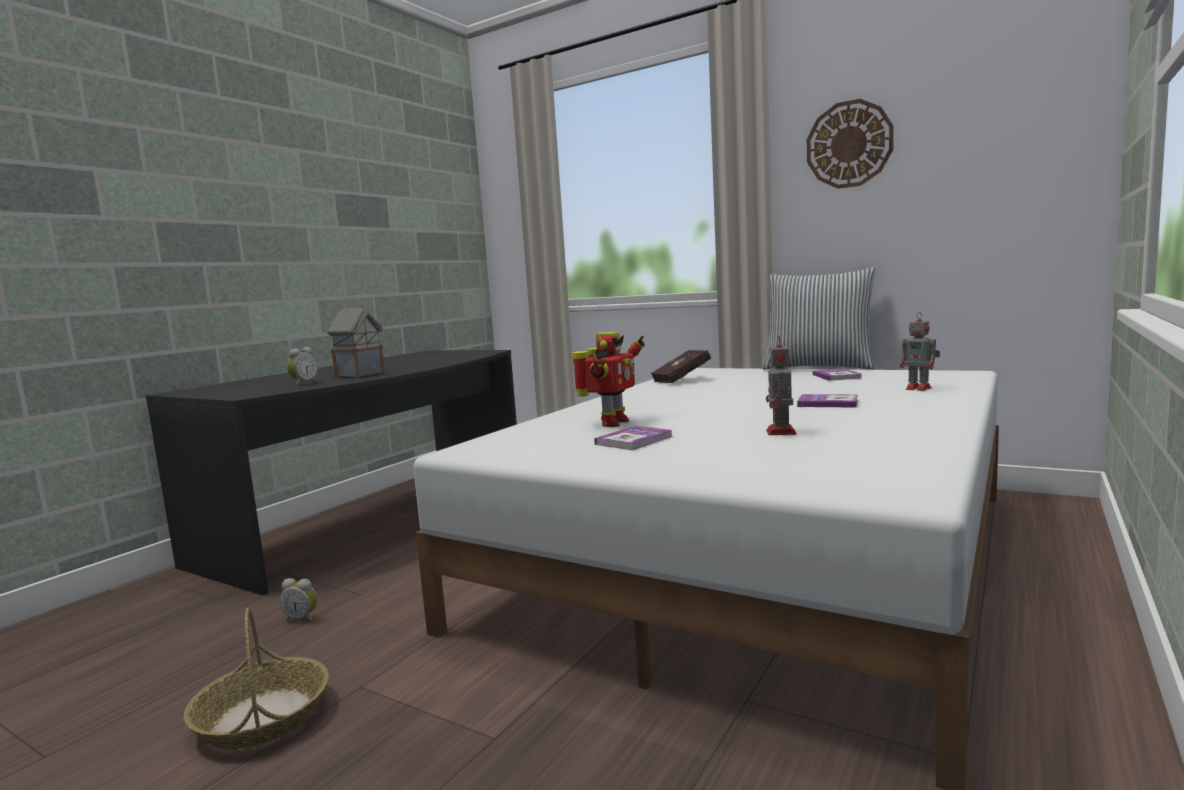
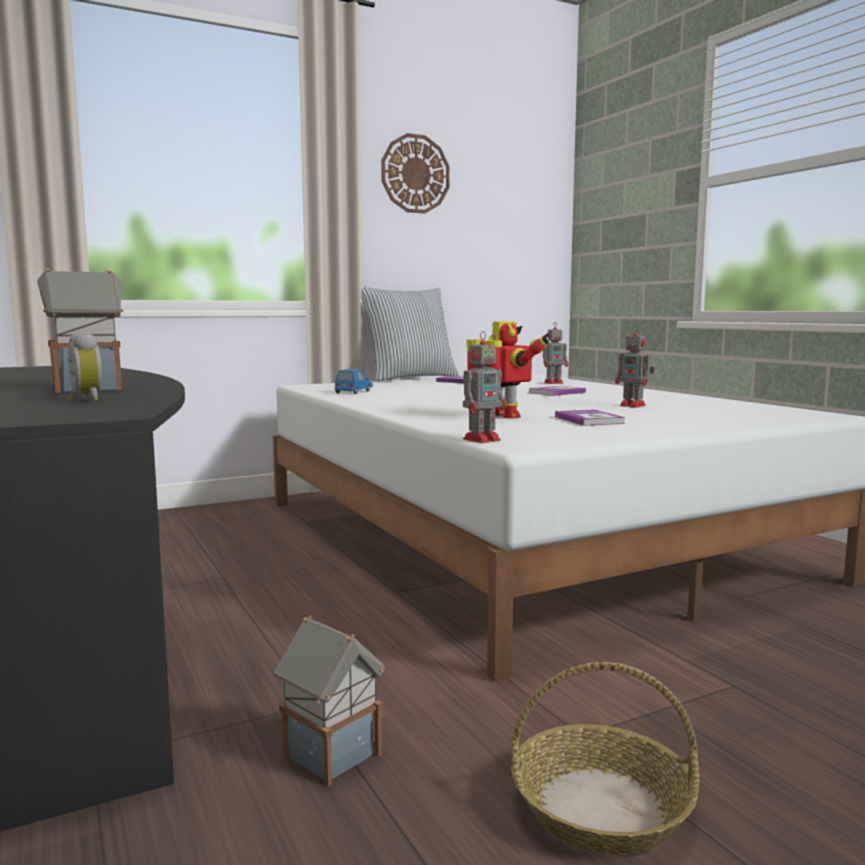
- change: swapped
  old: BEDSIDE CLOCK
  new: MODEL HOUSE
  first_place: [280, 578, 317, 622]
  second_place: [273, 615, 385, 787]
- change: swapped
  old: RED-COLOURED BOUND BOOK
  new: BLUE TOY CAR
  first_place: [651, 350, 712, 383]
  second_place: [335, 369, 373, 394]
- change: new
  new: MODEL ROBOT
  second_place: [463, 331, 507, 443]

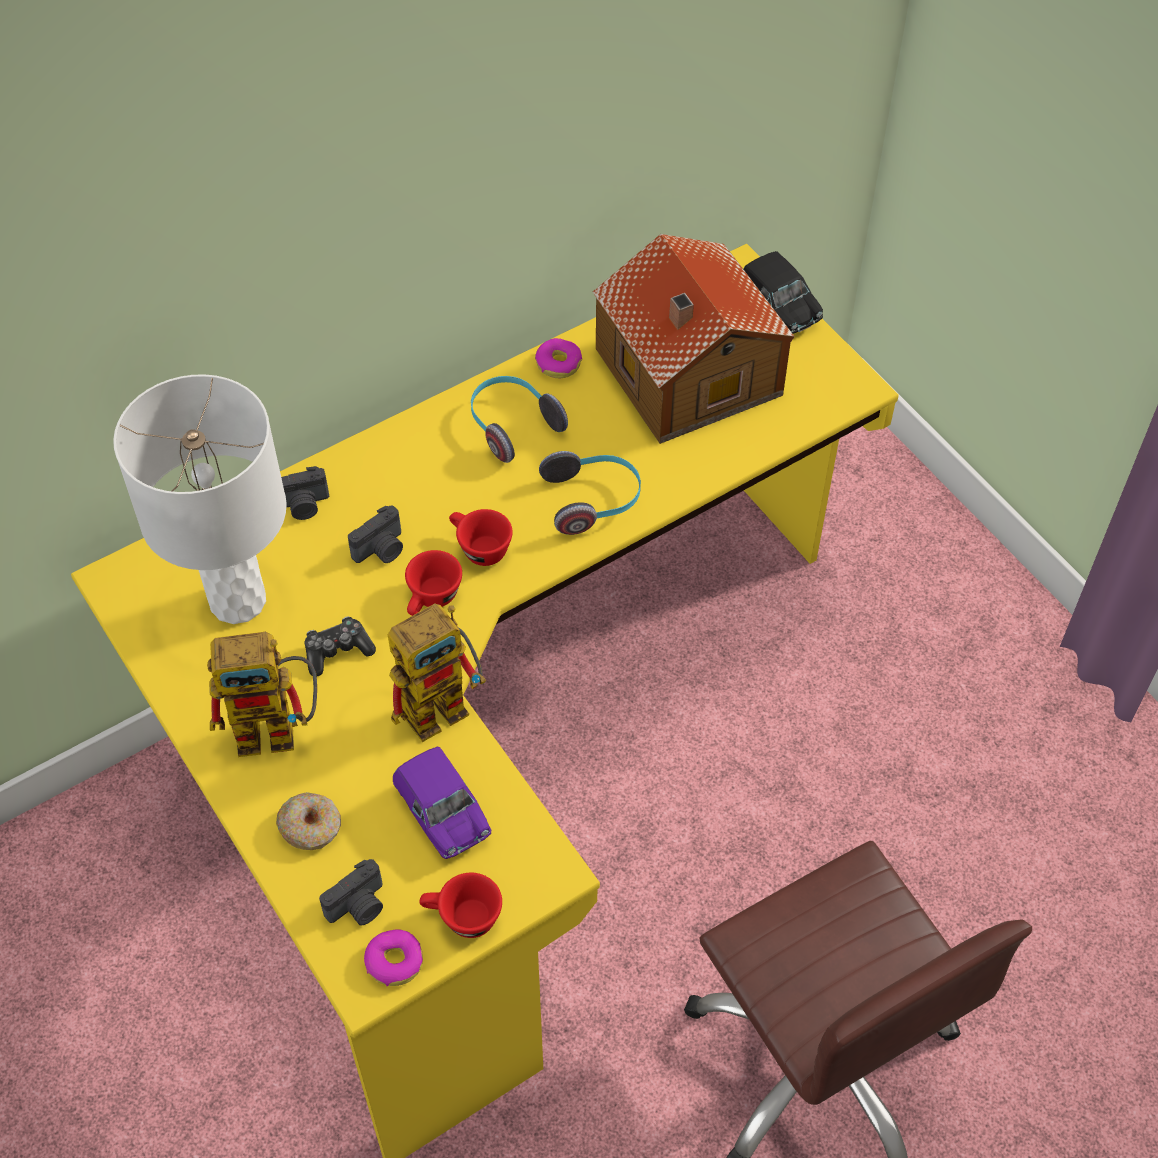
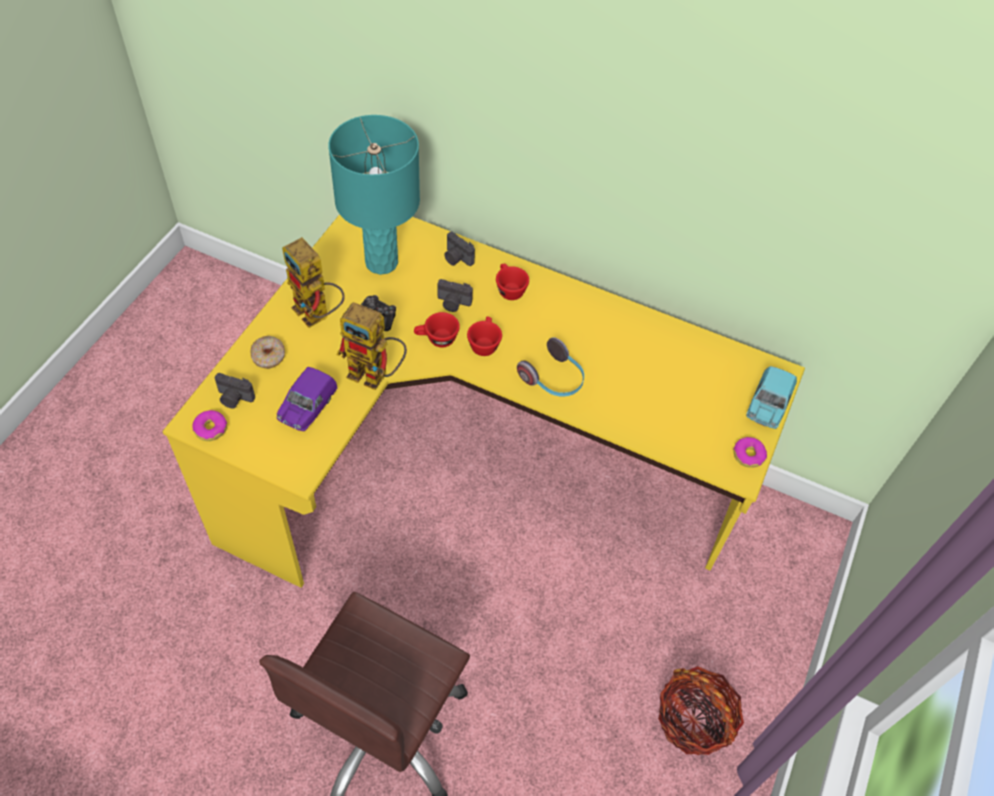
- change: repainted
  old: WHITE LAMP FOR A TABLE
  new: TURQUOISE LAMP FOR A TABLE
  first_place: [113, 374, 287, 624]
  second_place: [328, 115, 420, 275]
- change: shifted
  old: RED-COLOURED SMALL CUP
  first_place: [419, 873, 502, 938]
  second_place: [496, 264, 529, 300]
- change: new
  new: HOUSEHOLD BASKET
  second_place: [658, 666, 744, 755]
- change: shifted
  old: DOUGHNUT
  first_place: [535, 338, 582, 378]
  second_place: [733, 437, 767, 468]
- change: repainted
  old: BLACKISH TOY CAR
  new: TURQUOISE TOY CAR
  first_place: [743, 251, 823, 334]
  second_place: [746, 366, 797, 429]
- change: gone
  old: HEADSET
  first_place: [471, 376, 568, 463]
- change: gone
  old: MODEL HOUSE
  first_place: [593, 234, 795, 444]

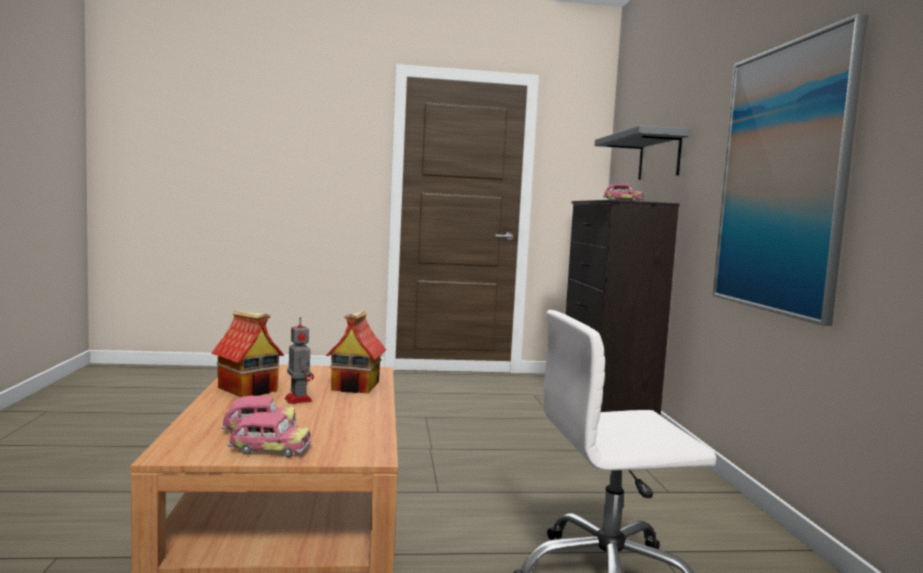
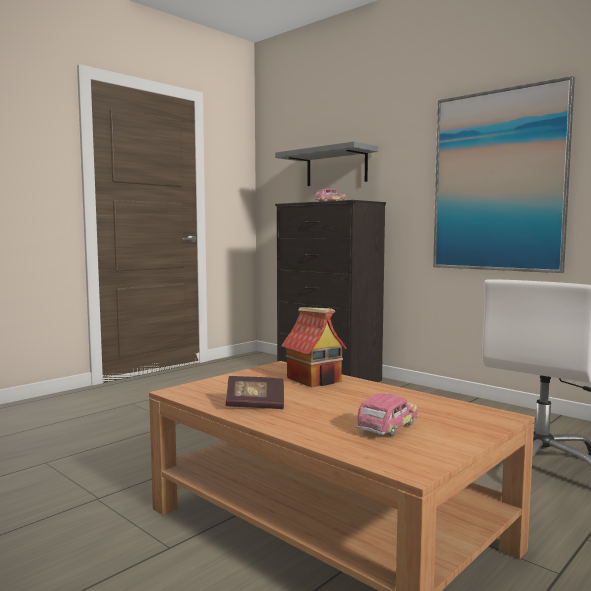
- change: swapped
  old: MODEL HOUSE
  new: BOUND BOOK
  first_place: [211, 311, 285, 397]
  second_place: [226, 376, 284, 409]
- change: gone
  old: TOY CAR
  first_place: [227, 412, 311, 457]
- change: gone
  old: MODEL ROBOT
  first_place: [285, 317, 314, 404]

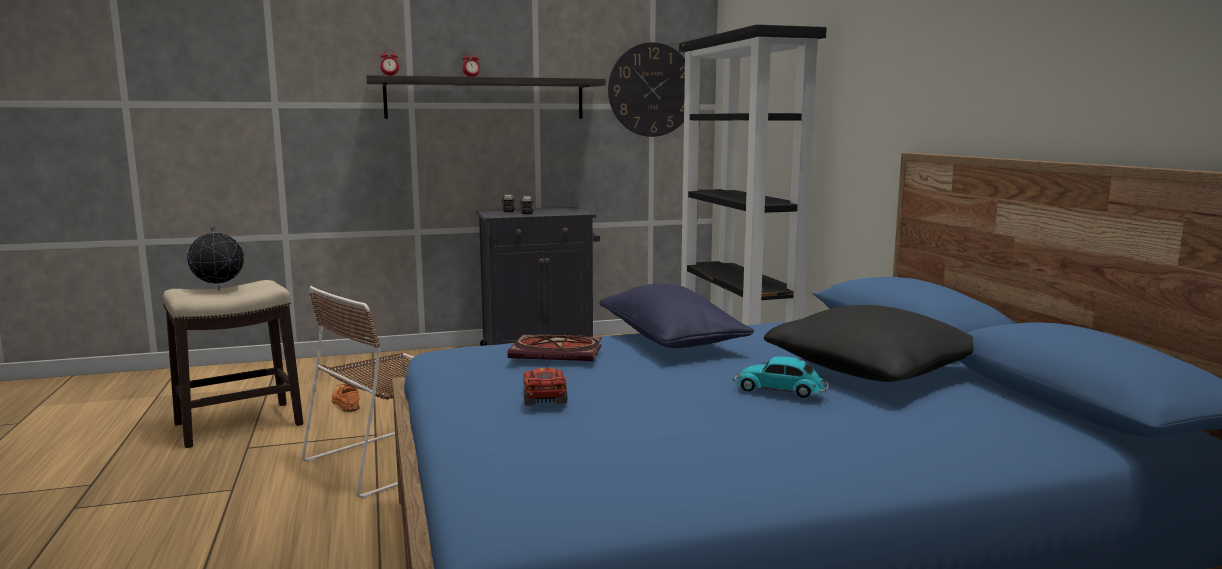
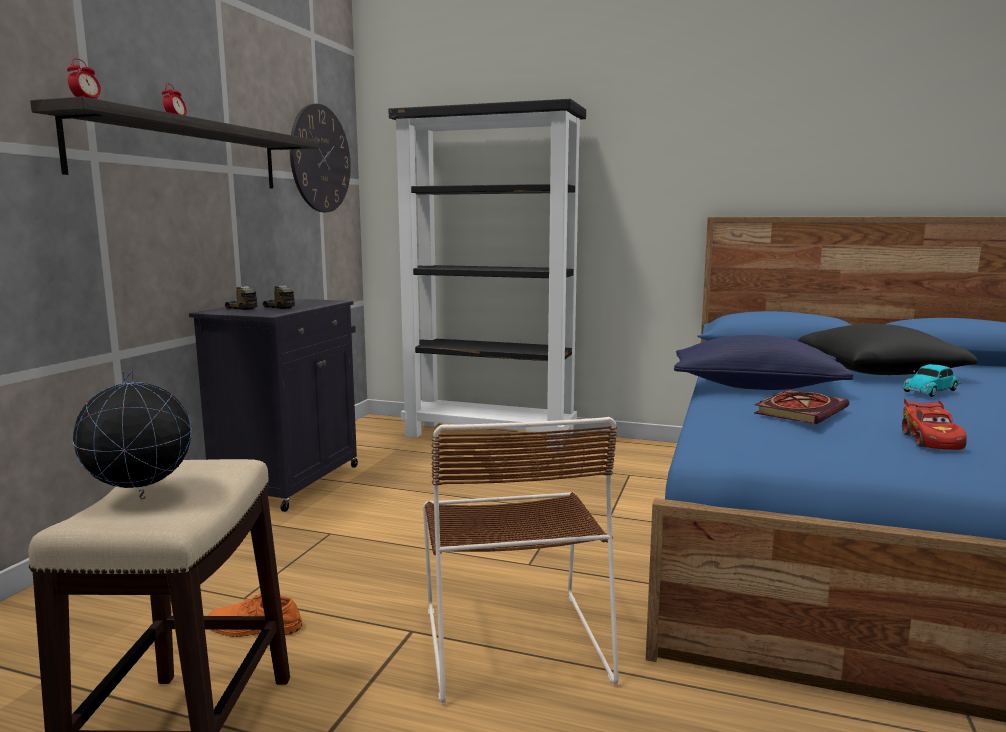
- change: rotated
  old: RED-COLOURED TOY CAR
  first_place: [523, 368, 567, 406]
  second_place: [902, 398, 967, 450]
  degrees: -105

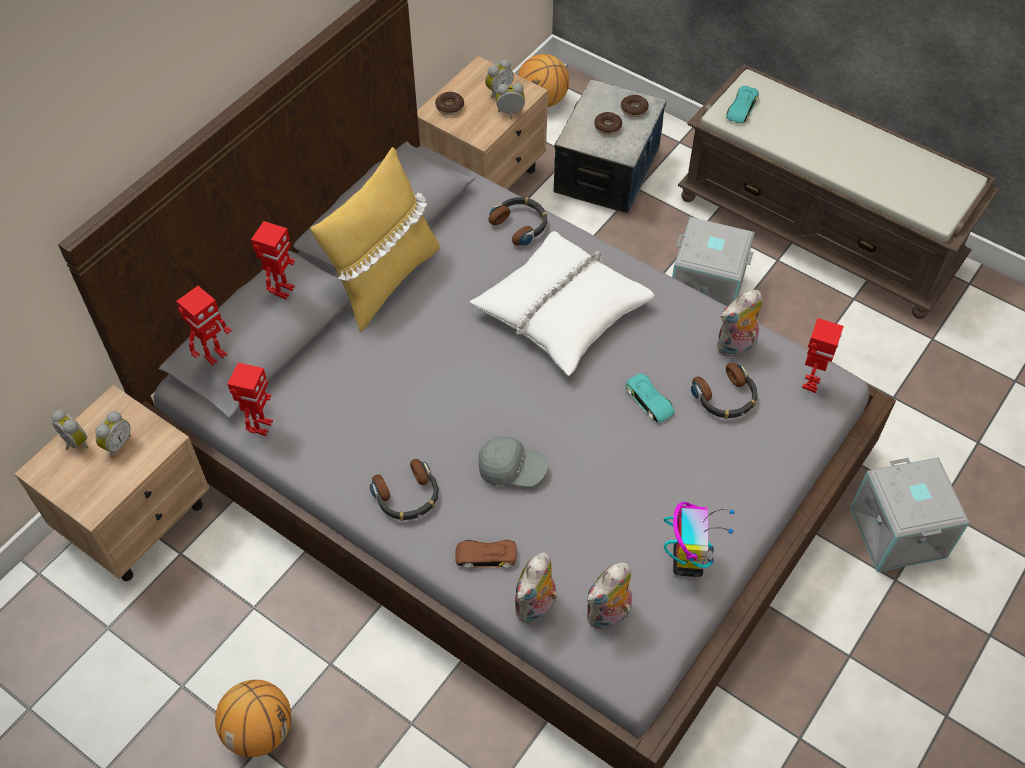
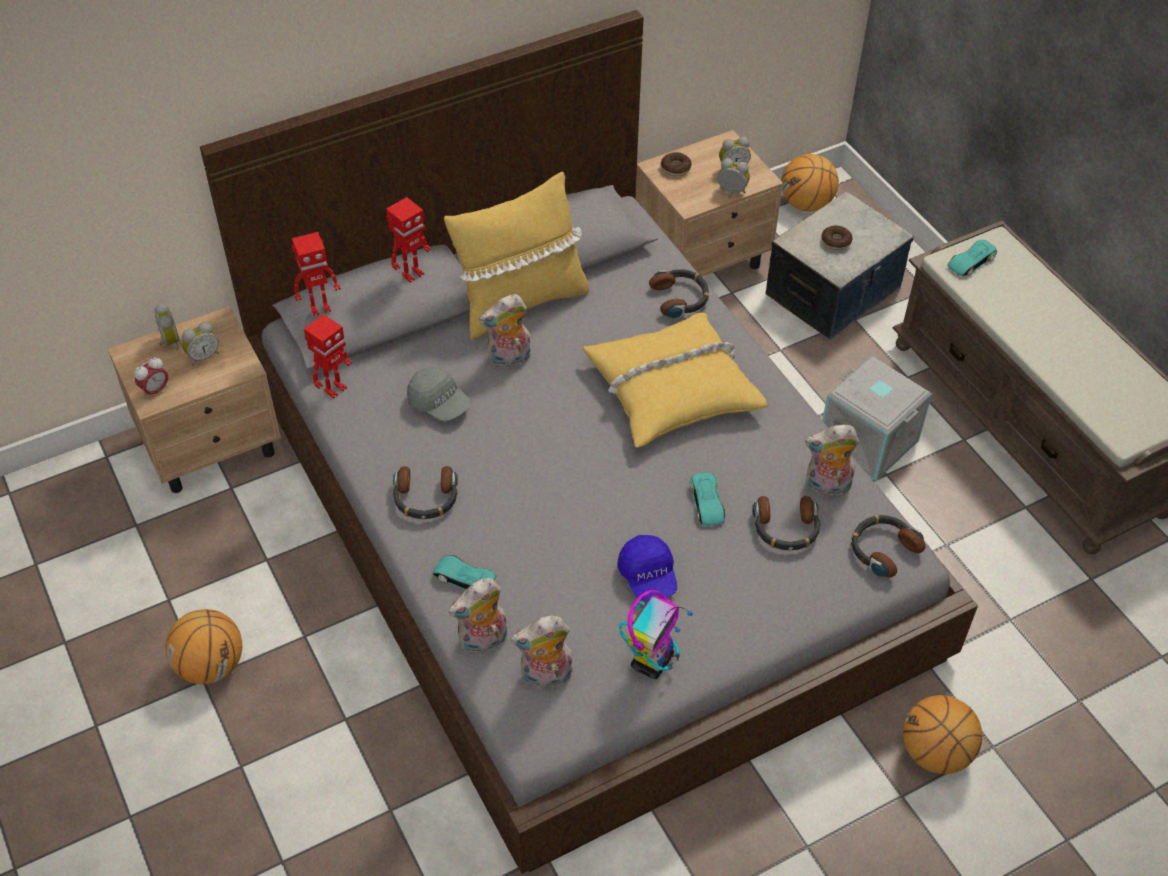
- change: new
  new: BEDSIDE CLOCK
  second_place: [134, 357, 168, 399]
- change: shifted
  old: GRAY PEAKED CAP
  first_place: [478, 436, 548, 487]
  second_place: [407, 367, 471, 421]
- change: repainted
  old: BROWN-COLOURED TOY CAR
  new: TURQUOISE TOY CAR
  first_place: [455, 540, 517, 568]
  second_place: [433, 555, 496, 590]
- change: new
  new: SOFT TOY
  second_place: [479, 294, 531, 368]
- change: repainted
  old: WHITE PILLOW
  new: YELLOW PILLOW
  first_place: [470, 231, 655, 376]
  second_place: [583, 312, 768, 448]
- change: new
  new: BLUE PEAKED CAP
  second_place: [618, 535, 677, 601]
- change: swapped
  old: MODEL ROBOT
  new: HEADSET
  first_place: [802, 318, 844, 393]
  second_place: [851, 515, 925, 577]
- change: swapped
  old: GRAY STORAGE BOX
  new: BASKETBALL
  first_place: [850, 457, 970, 572]
  second_place: [903, 695, 983, 774]
- change: gone
  old: DOUGHNUT
  first_place: [621, 95, 649, 117]

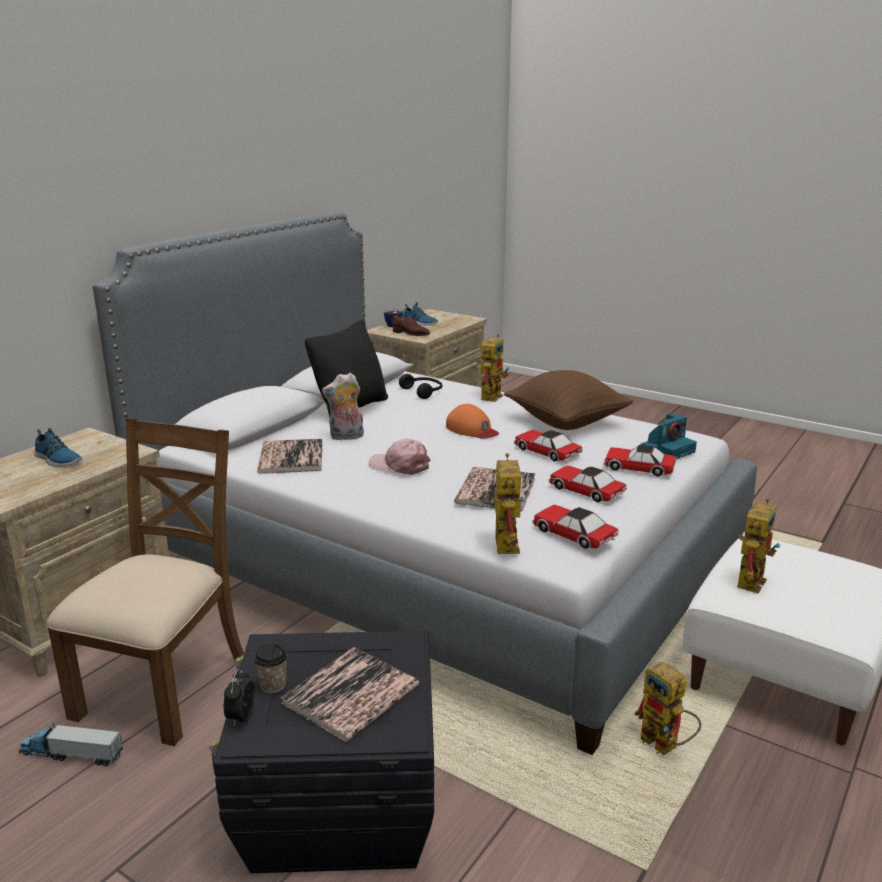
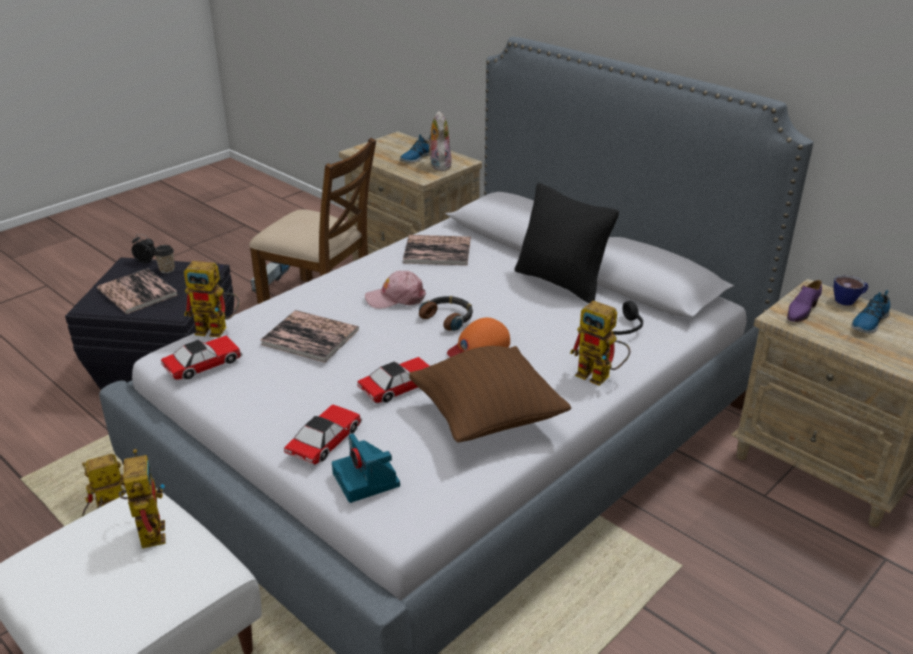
- change: rotated
  old: MODEL ROBOT
  first_place: [737, 498, 780, 594]
  second_place: [119, 449, 165, 548]
  degrees: -150
- change: rotated
  old: PINK PEAKED CAP
  first_place: [369, 439, 430, 475]
  second_place: [365, 271, 426, 309]
  degrees: -135
- change: new
  new: HEADSET
  second_place: [419, 296, 473, 331]
- change: shifted
  old: SOFT TOY
  first_place: [322, 373, 364, 440]
  second_place: [426, 111, 452, 171]
- change: repainted
  old: BROWN-COLOURED SHOE
  new: PURPLE-COLOURED SHOE
  first_place: [393, 316, 430, 336]
  second_place: [787, 280, 822, 322]
- change: gone
  old: TOY CAR
  first_place: [548, 465, 627, 502]

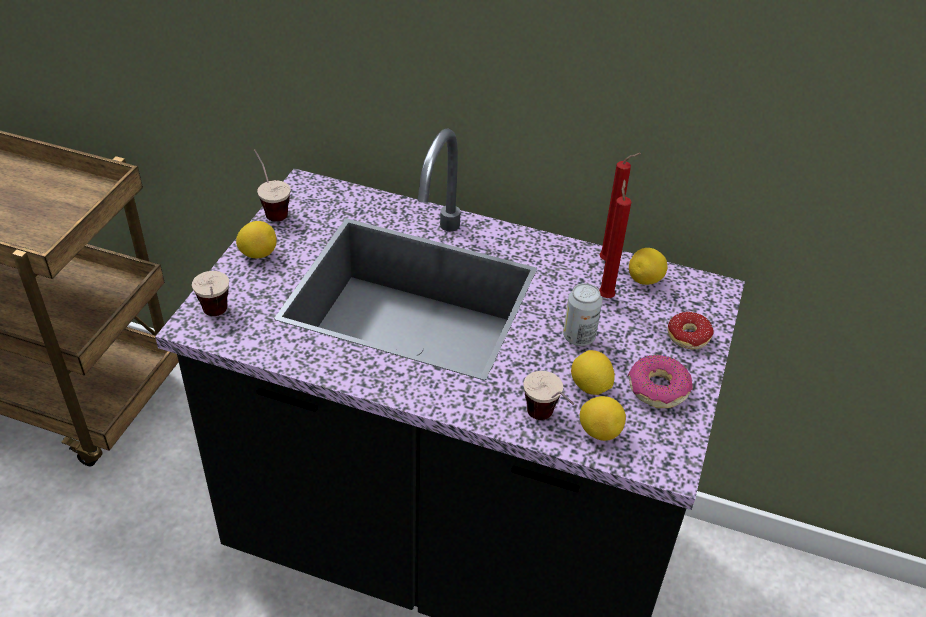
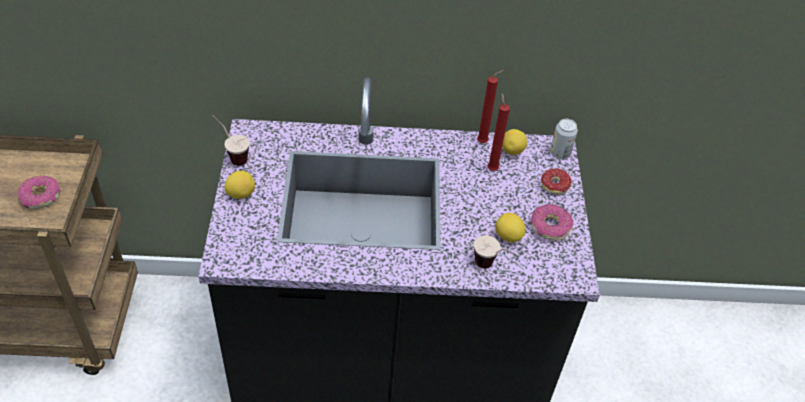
- change: new
  new: DOUGHNUT
  second_place: [18, 176, 61, 209]
- change: shifted
  old: SEALED CAN
  first_place: [563, 283, 602, 346]
  second_place: [550, 119, 578, 159]
- change: gone
  old: SMALL CUP
  first_place: [192, 271, 229, 316]
- change: gone
  old: WHOLE LEMON
  first_place: [580, 396, 626, 441]

